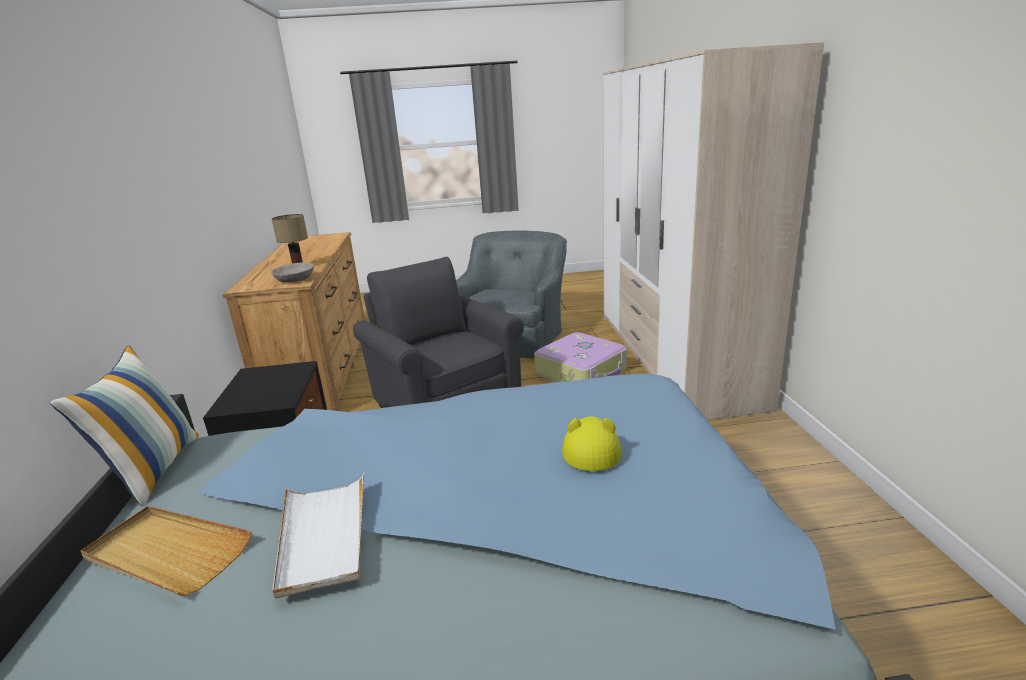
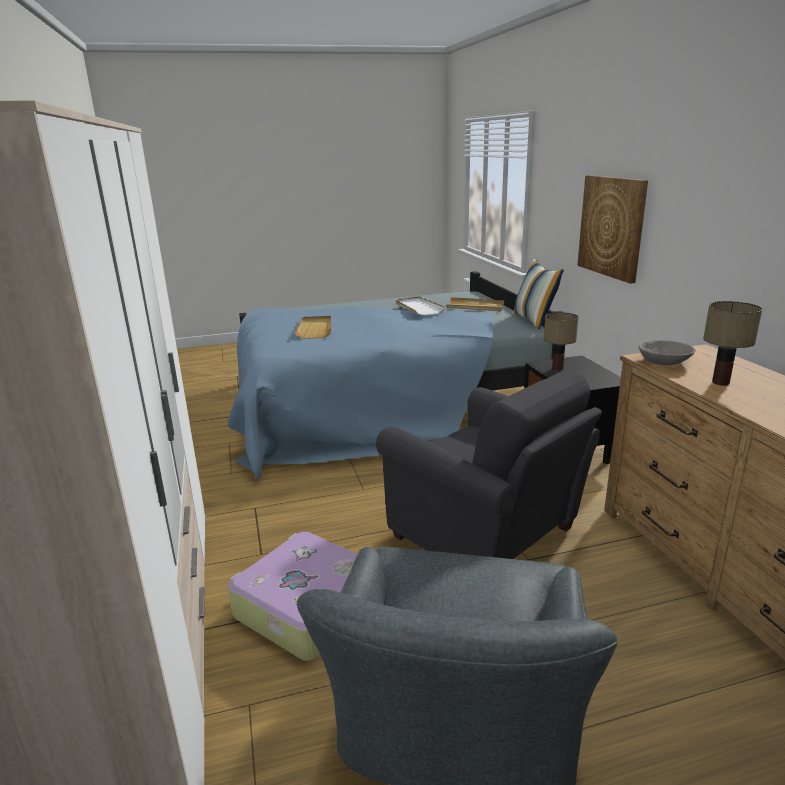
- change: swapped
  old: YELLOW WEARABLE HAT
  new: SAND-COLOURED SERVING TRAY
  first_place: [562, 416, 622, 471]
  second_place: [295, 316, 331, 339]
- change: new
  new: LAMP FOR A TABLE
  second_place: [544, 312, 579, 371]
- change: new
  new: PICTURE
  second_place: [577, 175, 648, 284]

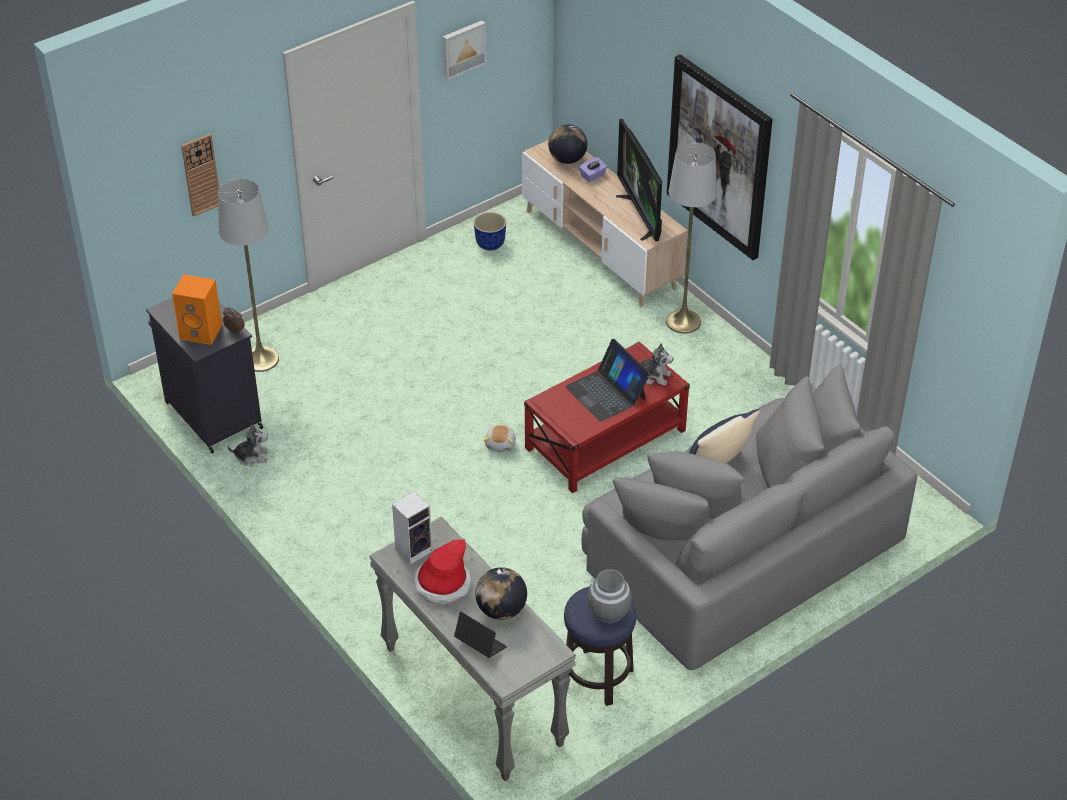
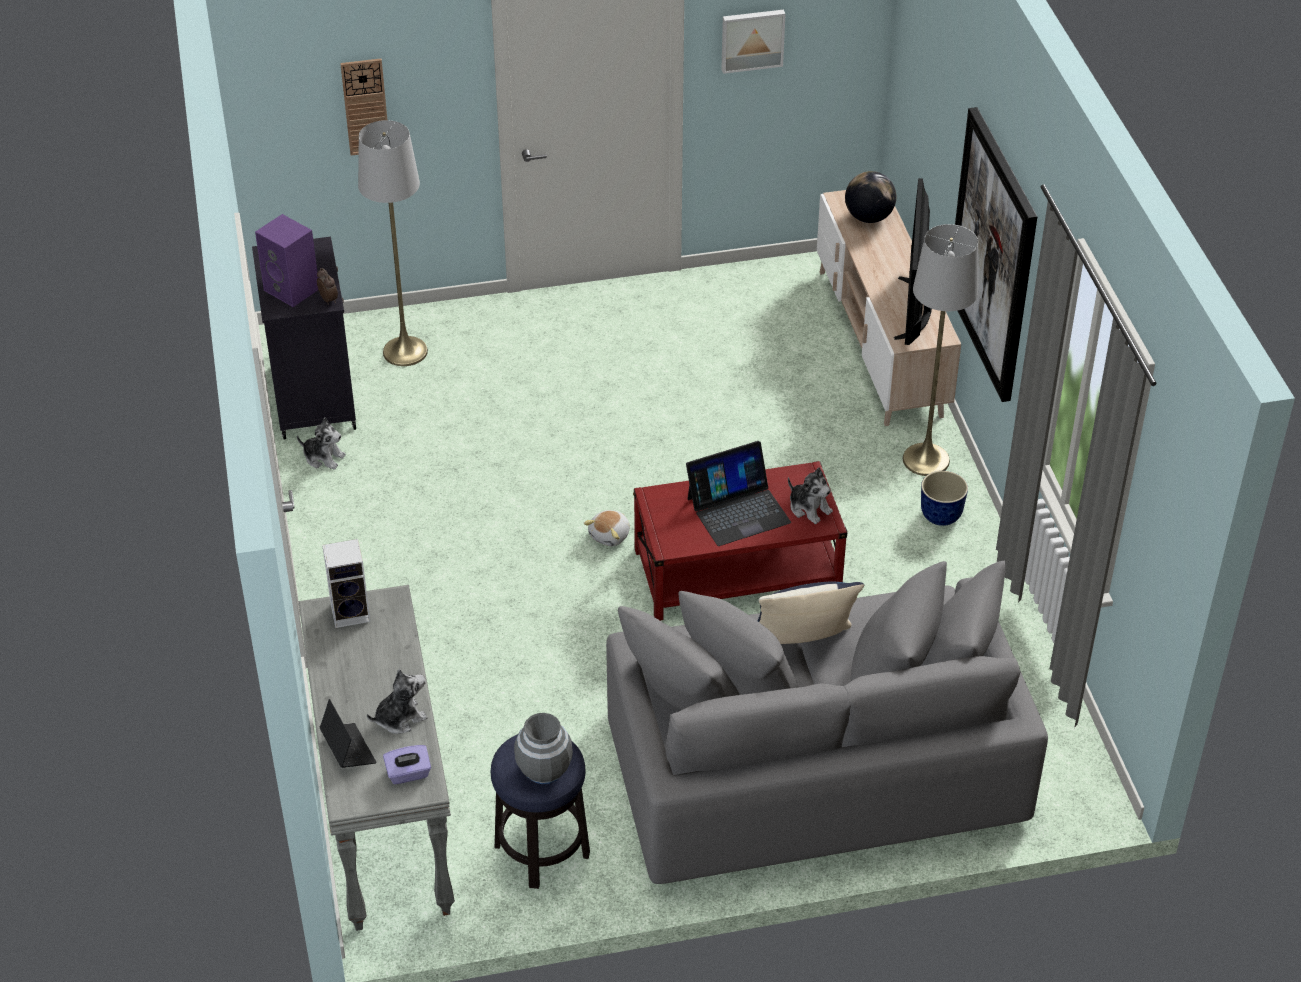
- change: repainted
  old: ORANGE LOUDSPEAKER
  new: PURPLE-COLOURED LOUDSPEAKER
  first_place: [172, 274, 222, 345]
  second_place: [255, 214, 318, 307]
- change: swapped
  old: GLOBE
  new: SOFT TOY
  first_place: [475, 567, 527, 620]
  second_place: [367, 668, 428, 734]
- change: shifted
  old: PURPLE-COLOURED TISSUE HOLDER
  first_place: [579, 157, 607, 182]
  second_place: [383, 745, 431, 784]
- change: rotated
  old: NOTEBOOK COMPUTER
  first_place: [565, 339, 650, 422]
  second_place: [686, 441, 791, 546]
  degrees: -105
- change: shifted
  old: FLOWER POT
  first_place: [474, 212, 506, 251]
  second_place: [921, 471, 968, 526]
- change: gone
  old: WEARABLE HAT
  first_place: [414, 539, 471, 605]

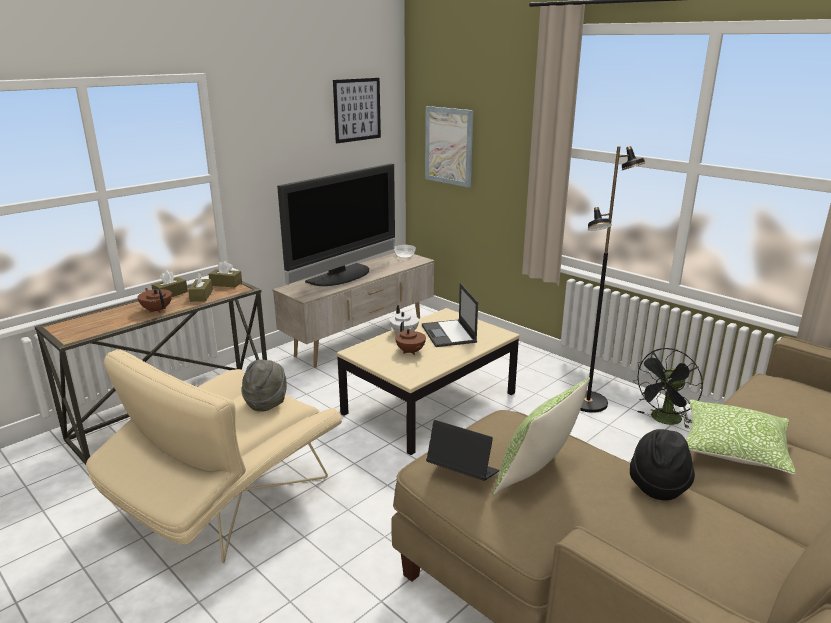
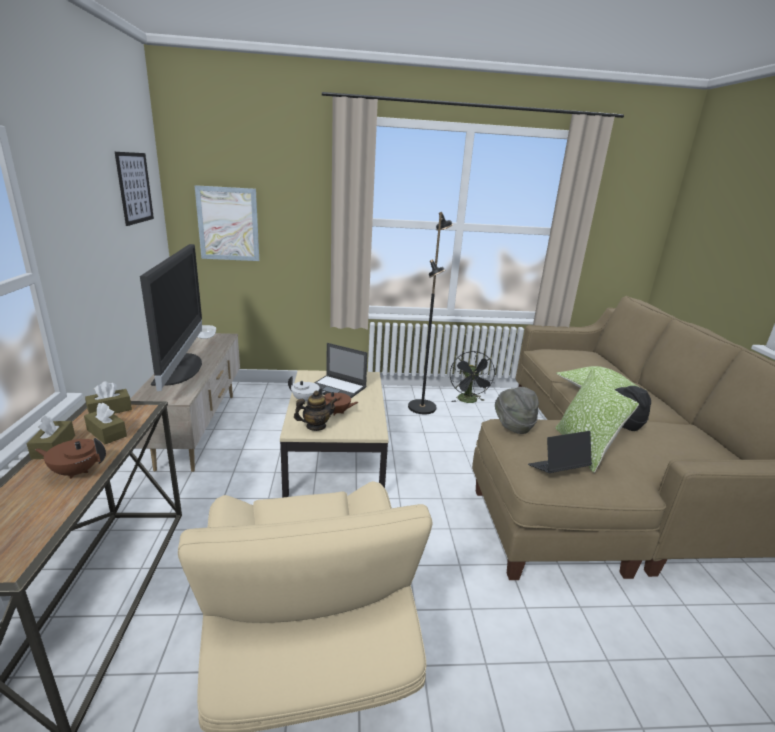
- change: new
  new: TEA POT
  second_place: [294, 391, 337, 431]
- change: shifted
  old: GRAY WEARABLE HAT
  first_place: [241, 360, 287, 412]
  second_place: [495, 387, 539, 434]

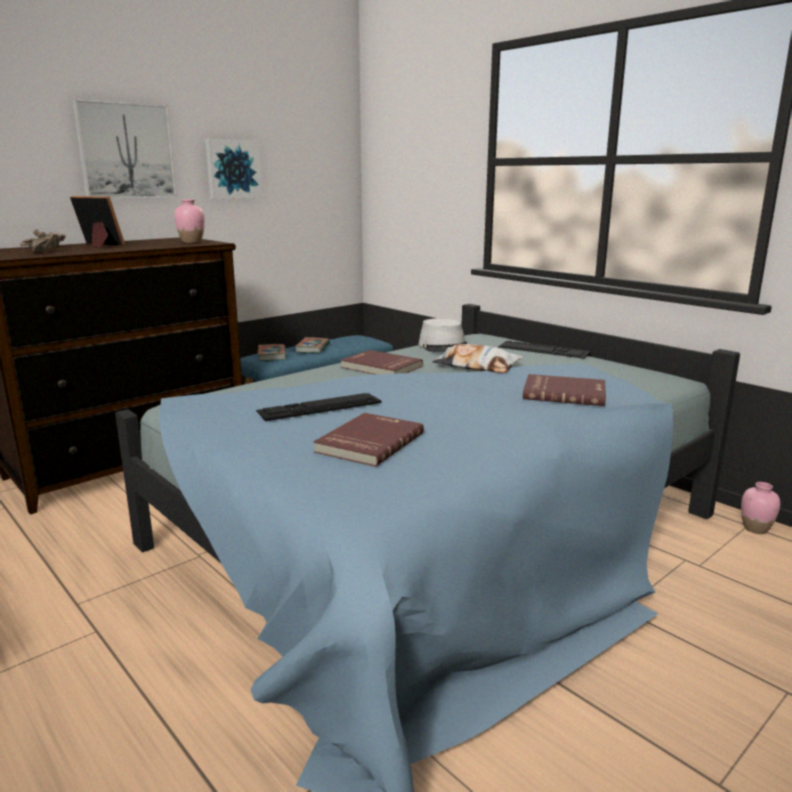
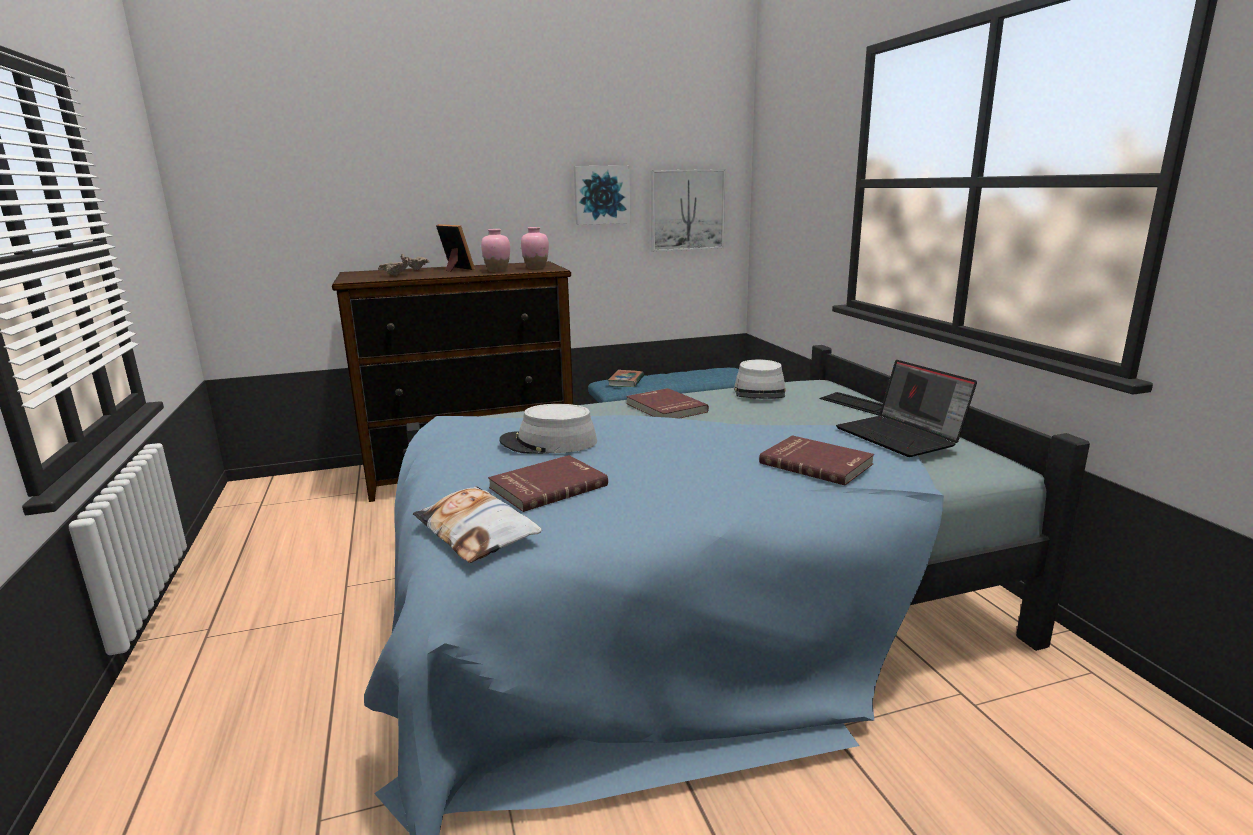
- change: shifted
  old: PILLOW
  first_place: [432, 344, 523, 373]
  second_place: [413, 486, 542, 563]
- change: shifted
  old: PINK VASE
  first_place: [741, 482, 780, 534]
  second_place: [481, 229, 510, 272]
- change: swapped
  old: KEYBOARD
  new: GRAY WEARABLE HAT
  first_place: [256, 393, 381, 421]
  second_place: [499, 404, 597, 454]
- change: shifted
  old: PICTURE
  first_place: [72, 99, 177, 199]
  second_place: [651, 169, 726, 252]
- change: new
  new: NOTEBOOK COMPUTER
  second_place: [836, 360, 977, 457]
- change: gone
  old: BOUND BOOK
  first_place: [295, 337, 330, 353]

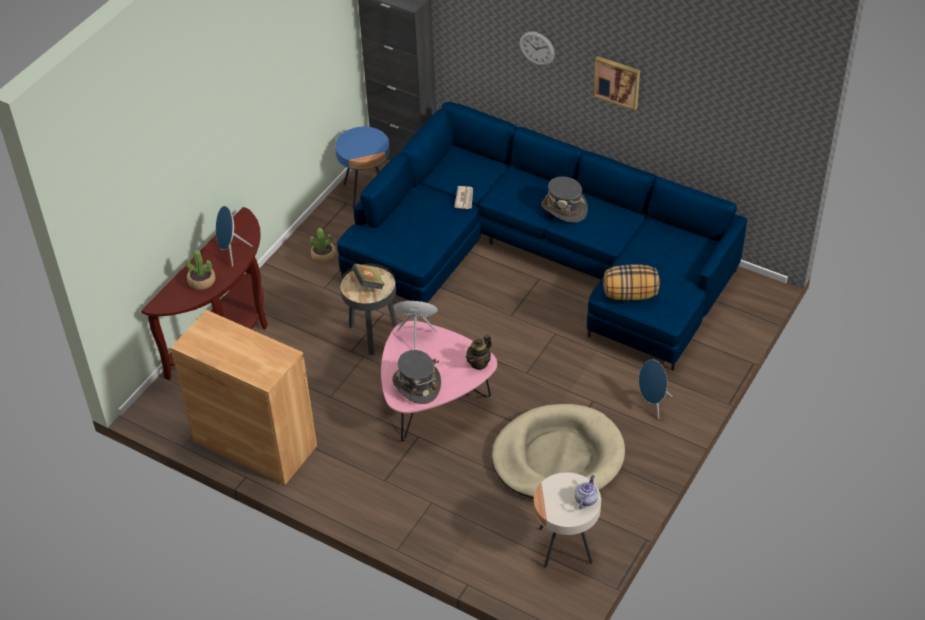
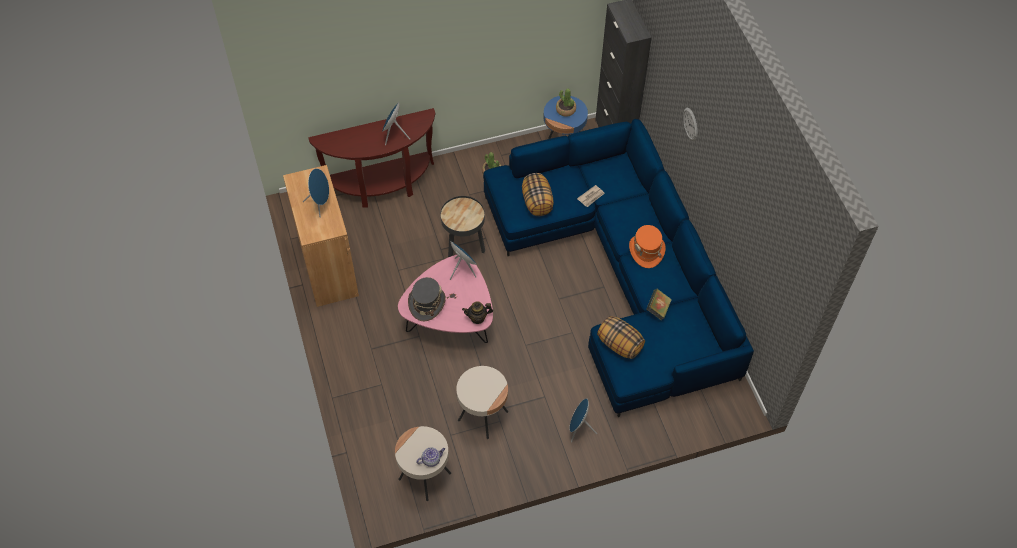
- change: new
  new: BLUE LOUDSPEAKER
  second_place: [303, 168, 329, 218]
- change: swapped
  old: SAND-COLOURED PET BED
  new: SAND-COLOURED ACCENT TABLE
  first_place: [492, 404, 625, 499]
  second_place: [456, 366, 508, 439]
- change: new
  new: PILLOW
  second_place: [522, 173, 554, 216]
- change: shifted
  old: HOUSEPLANT
  first_place: [186, 250, 215, 290]
  second_place: [556, 89, 576, 117]
- change: repainted
  old: GRAY WEARABLE HAT
  new: ORANGE WEARABLE HAT
  first_place: [542, 177, 588, 223]
  second_place: [629, 225, 666, 268]
- change: shifted
  old: BOUND BOOK
  first_place: [352, 264, 385, 289]
  second_place: [646, 289, 672, 320]
- change: gone
  old: PICTURE
  first_place: [593, 56, 640, 111]

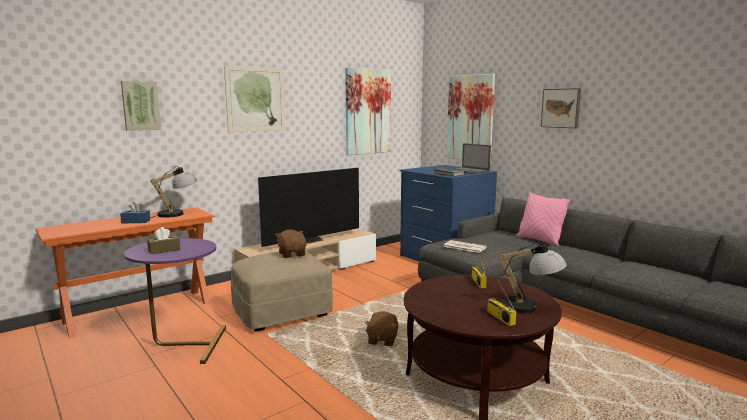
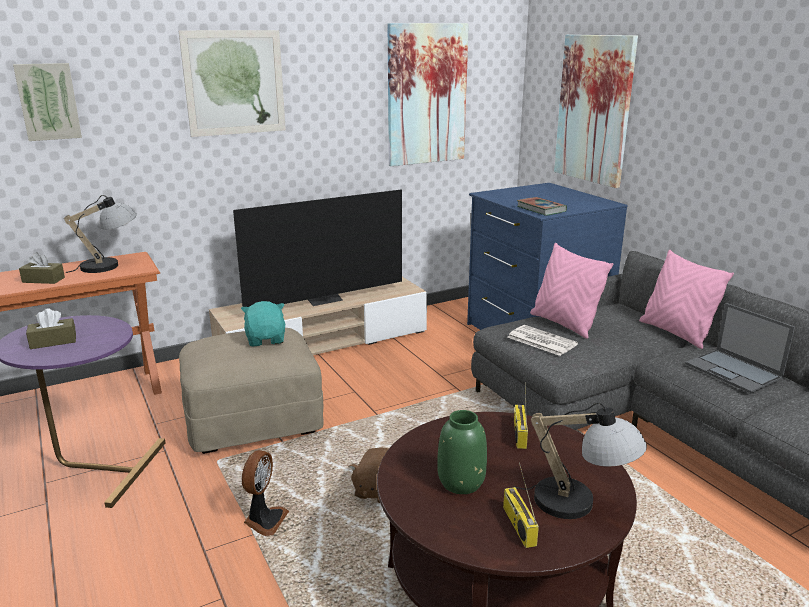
- change: repainted
  old: BLUE TISSUE HOLDER
  new: BROWN-COLOURED TISSUE HOLDER
  first_place: [120, 202, 150, 224]
  second_place: [19, 252, 65, 284]
- change: repainted
  old: BROWN-COLOURED SOFT TOY
  new: TURQUOISE SOFT TOY
  first_place: [275, 229, 307, 258]
  second_place: [241, 301, 285, 346]
- change: new
  new: ELECTRIC FAN
  second_place: [242, 450, 289, 536]
- change: new
  new: GREEN VASE
  second_place: [437, 410, 487, 494]
- change: new
  new: PINK PILLOW
  second_place: [530, 243, 614, 339]
- change: shifted
  old: NOTEBOOK COMPUTER
  first_place: [454, 143, 491, 174]
  second_place: [685, 303, 795, 393]
- change: gone
  old: PICTURE
  first_place: [541, 88, 581, 128]

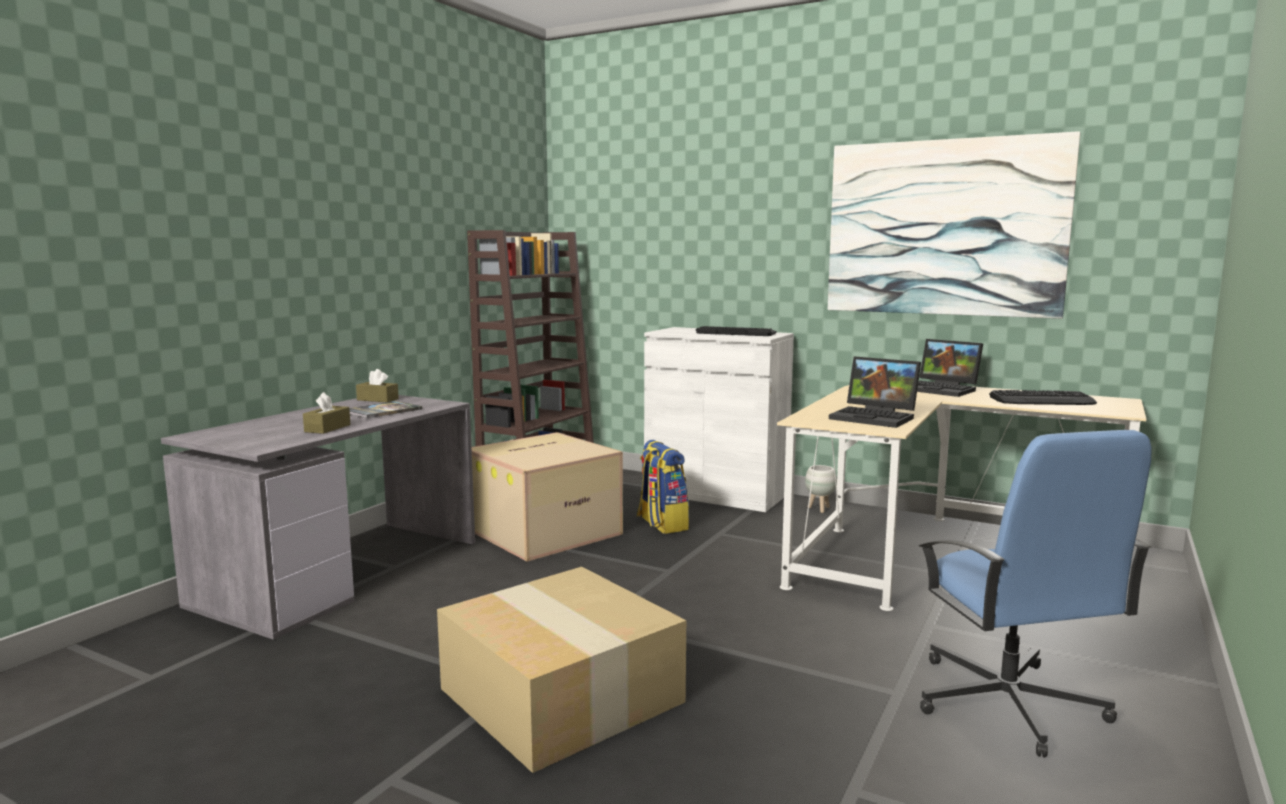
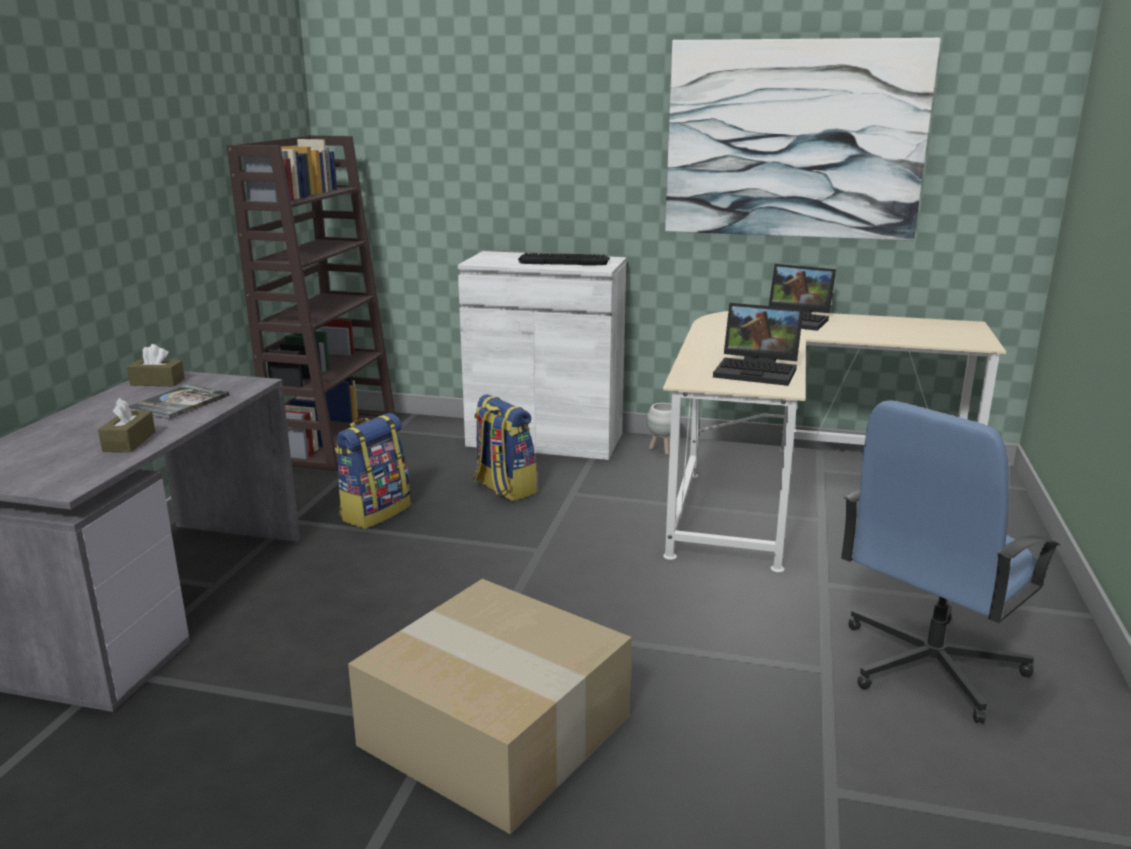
- change: swapped
  old: PACKING BOX
  new: BACKPACK
  first_place: [472, 432, 623, 562]
  second_place: [335, 413, 411, 529]
- change: rotated
  old: BLUE DESK CHAIR
  first_place: [919, 430, 1152, 758]
  second_place: [841, 400, 1060, 723]
  degrees: 75
- change: gone
  old: KEYBOARD
  first_place: [989, 390, 1097, 405]

